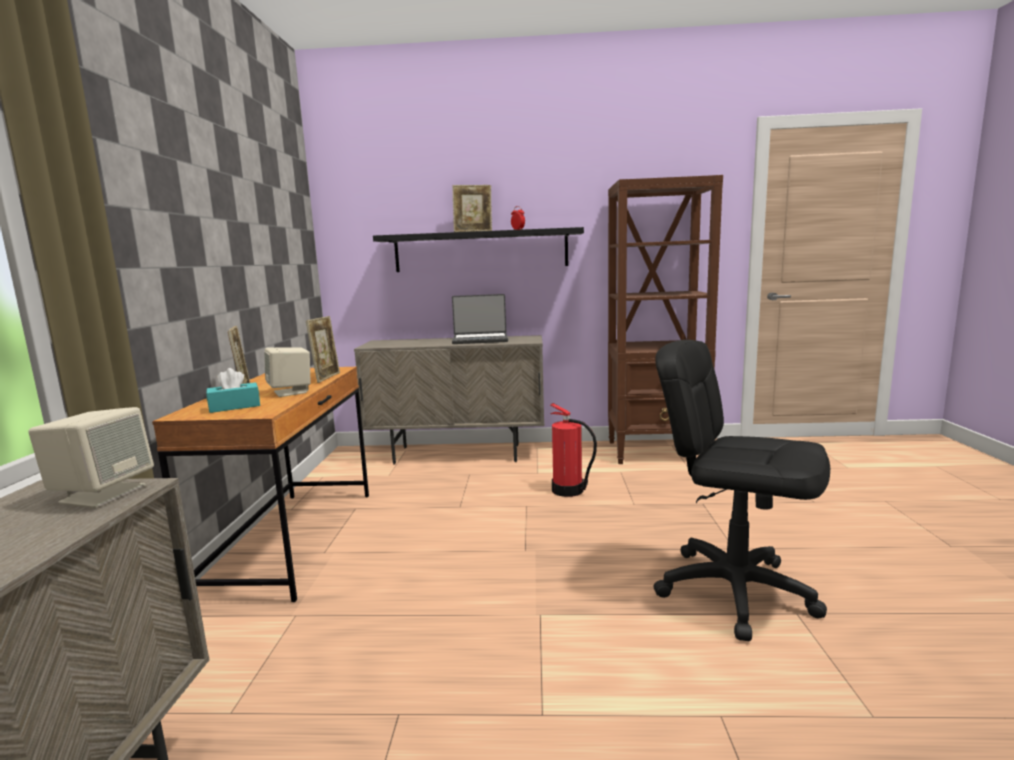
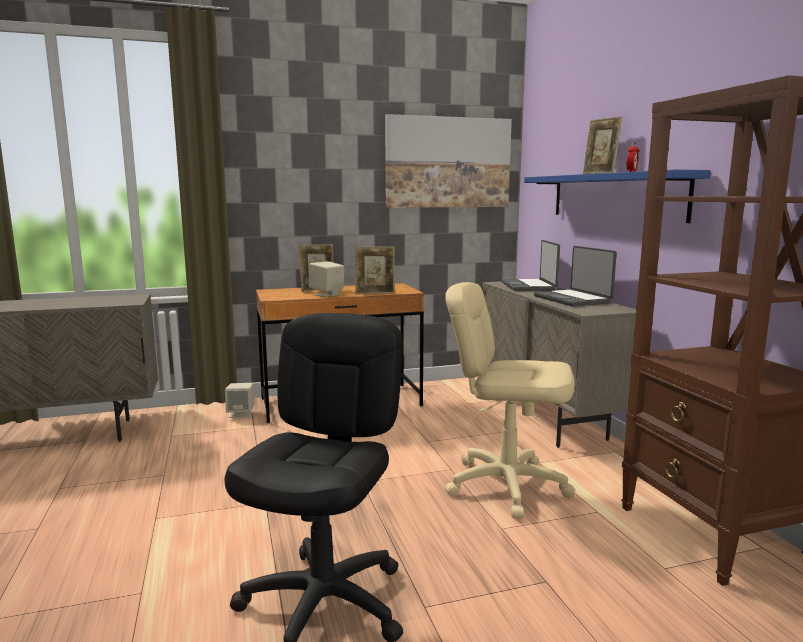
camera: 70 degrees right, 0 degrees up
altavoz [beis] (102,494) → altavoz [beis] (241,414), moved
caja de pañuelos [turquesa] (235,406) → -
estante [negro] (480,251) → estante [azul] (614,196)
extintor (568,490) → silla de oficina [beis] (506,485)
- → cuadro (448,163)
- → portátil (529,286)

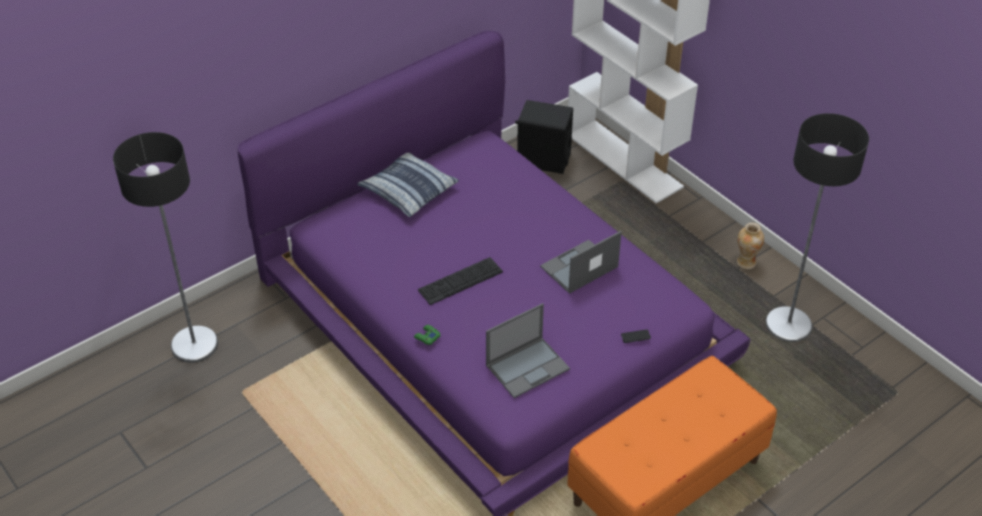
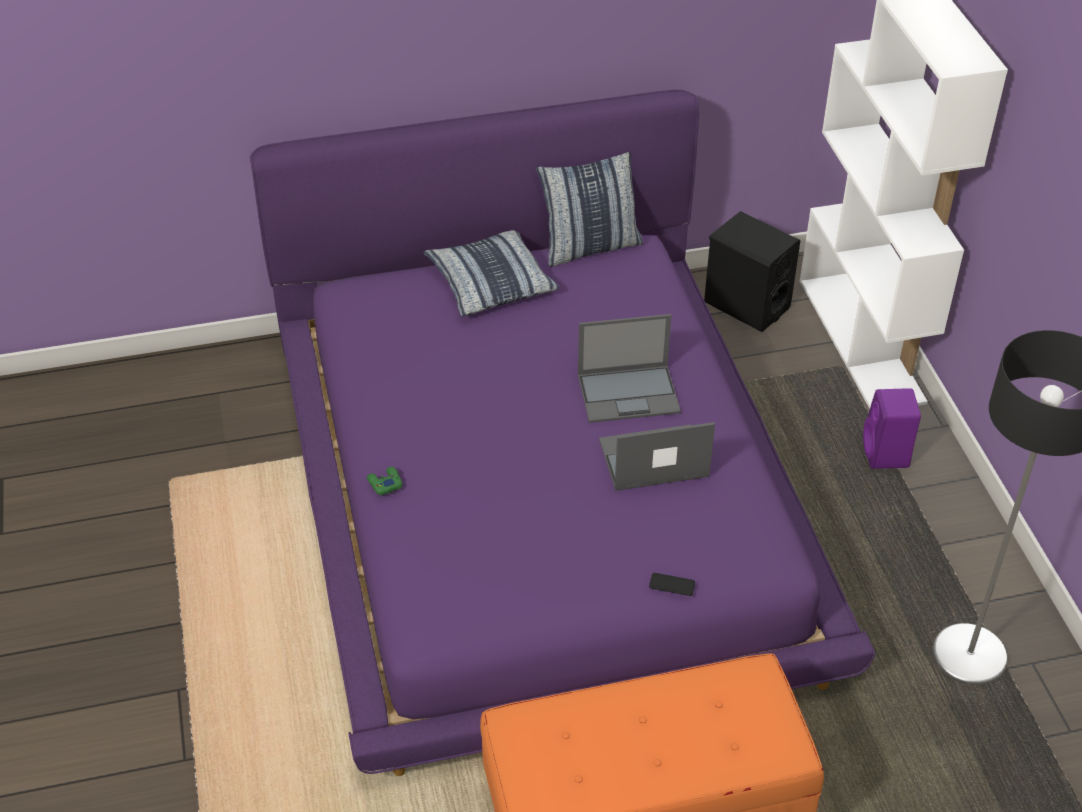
camera: 25 degrees right, 0 degrees up
lámpara de pie (194,344) → -
teclado (460,281) → -
portátil (528,367) → portátil (629,393), moved
florero (746,262) → -
- → cojín (590,247)
- → altavoz [morado] (886,455)

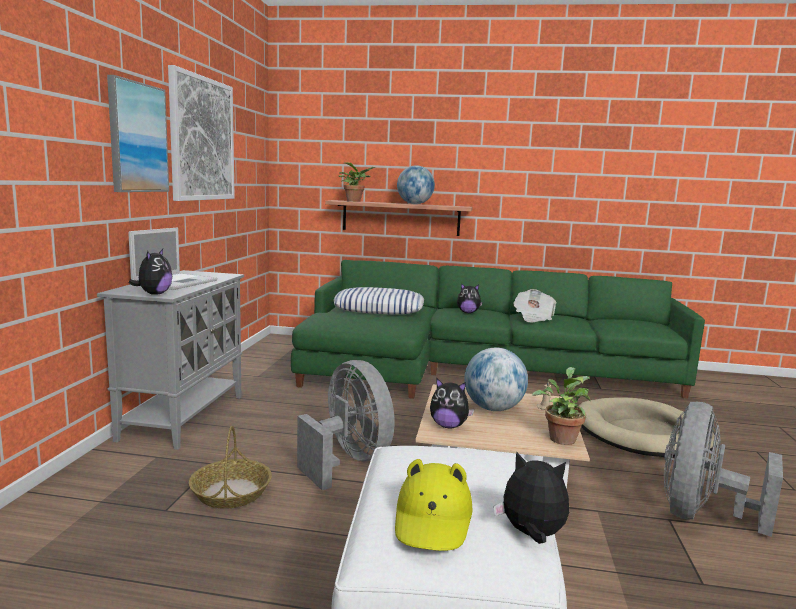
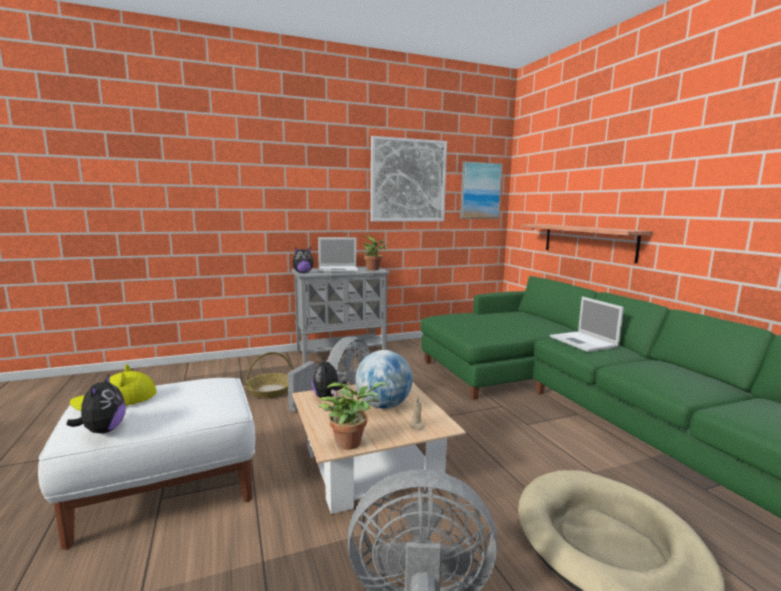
camera: 60 degrees right, 0 degrees up
cuadro (137,138) → cuadro (480,191), moved
cojín (379,309) → -
planta en maceta (355,201) → planta en maceta (374,269), moved
globo terráqueo (414,204) → -
peluche (468,312) → portátil (584,342)
periódico (533,318) → -

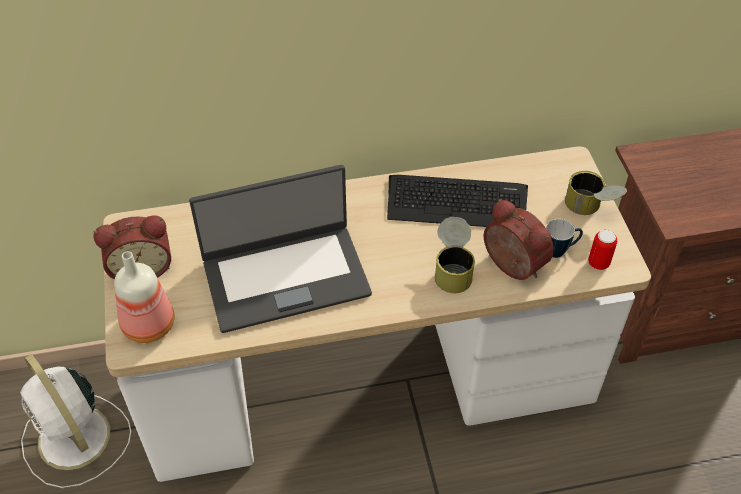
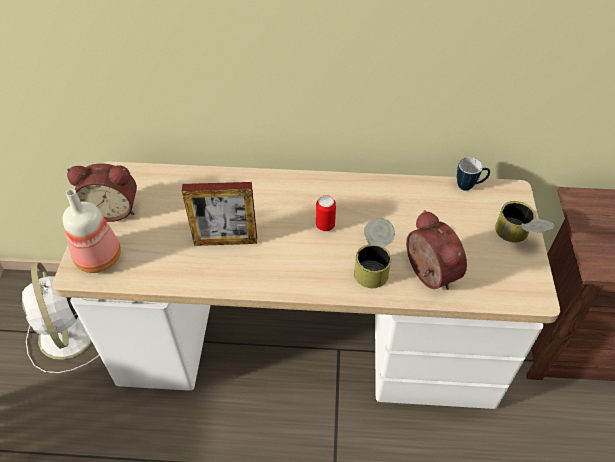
camera: 15 degrees right, 0 degrees up
portátil (285,276) → portarretratos (225,241)
teclado (456,202) → -
taza grande (560,251) → taza grande (469,186), moved
lata (598,263) → lata (325,225), moved

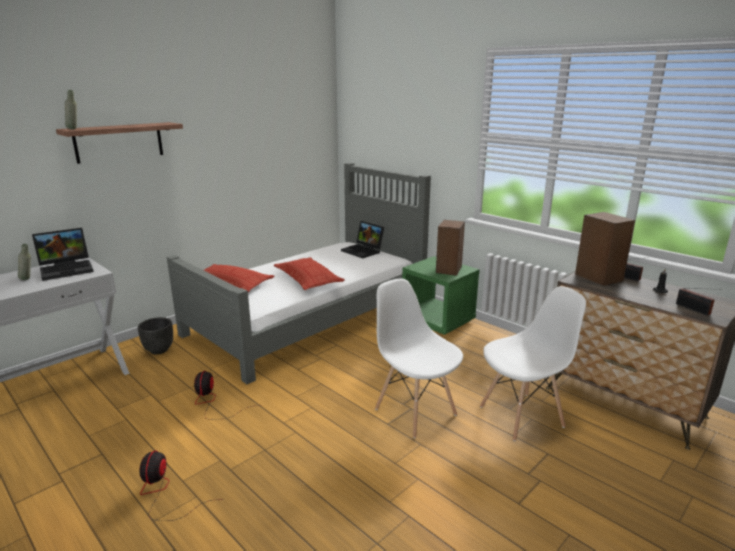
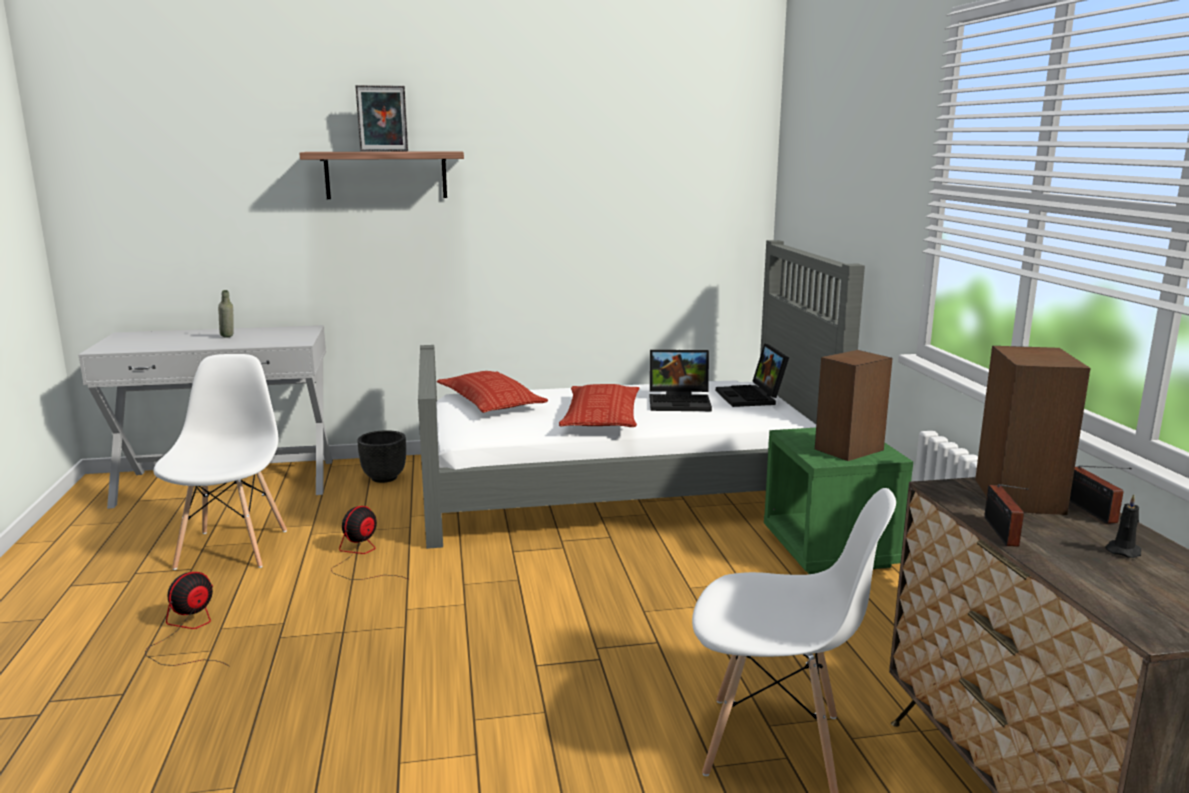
camera: 35 degrees right, 5 degrees down
portátil (68,269) → portátil (681,402), moved
botella [gris] (74,129) → -
silla [blanco] (415,411) → silla [blanco] (232,548), moved
radio (694,309) → radio (1001,533), moved
- → portarretratos (384,151)

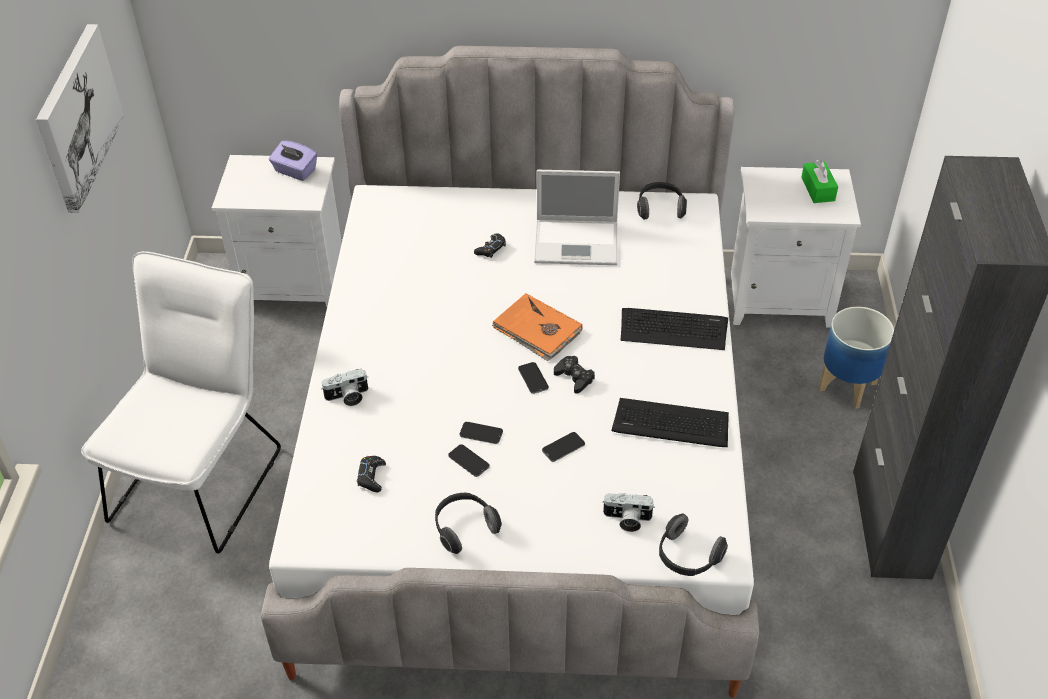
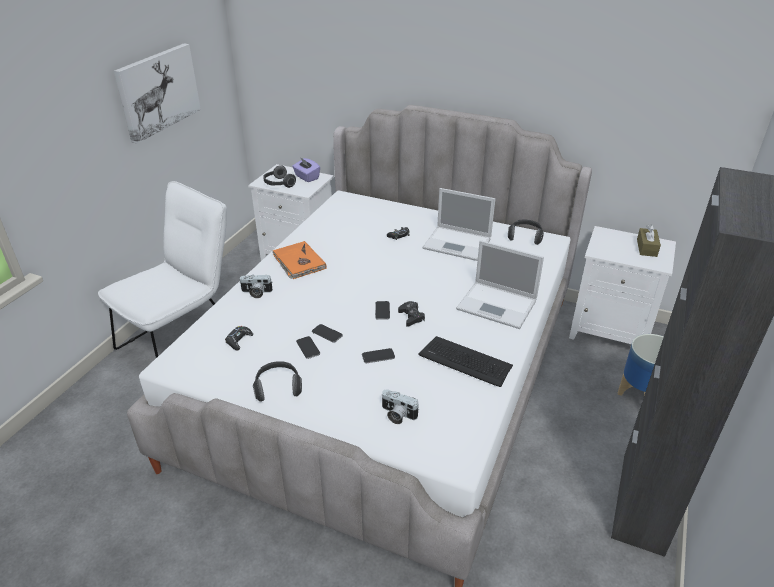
camera: 20 degrees right, 10 degrees down
libro [naranja] (537,330) → libro [naranja] (298,262), moved
teclado (673,329) → portátil (498,305)
auriculares (687,557) → auriculares (278,184), moved
caja de pañuelos [verde] (818,189) → caja de pañuelos [marrón] (646,248)

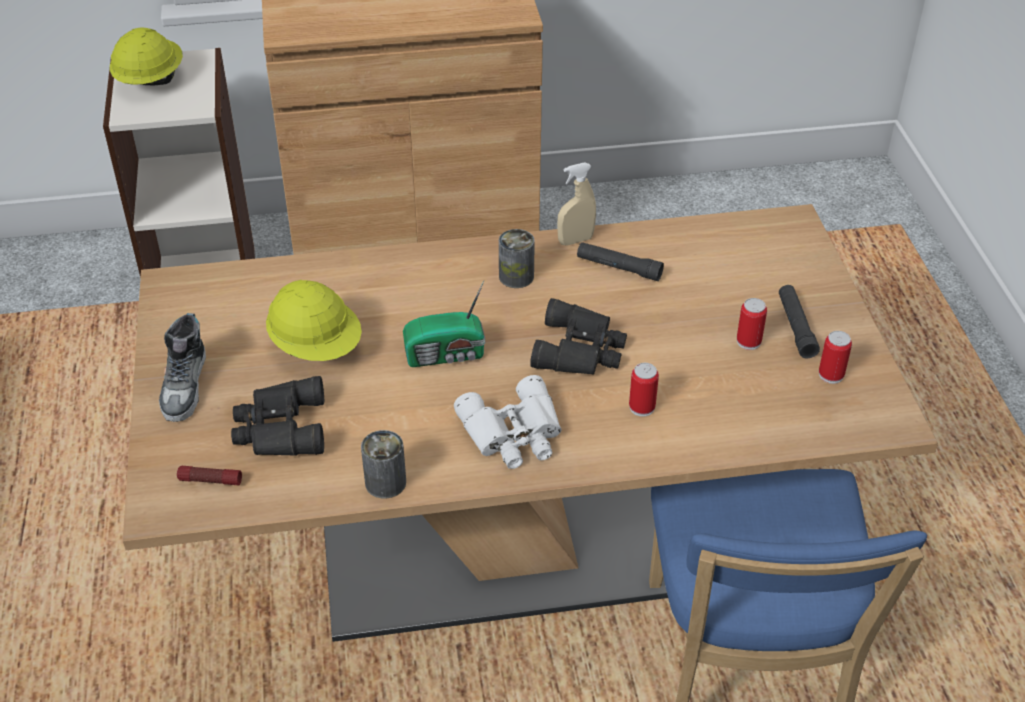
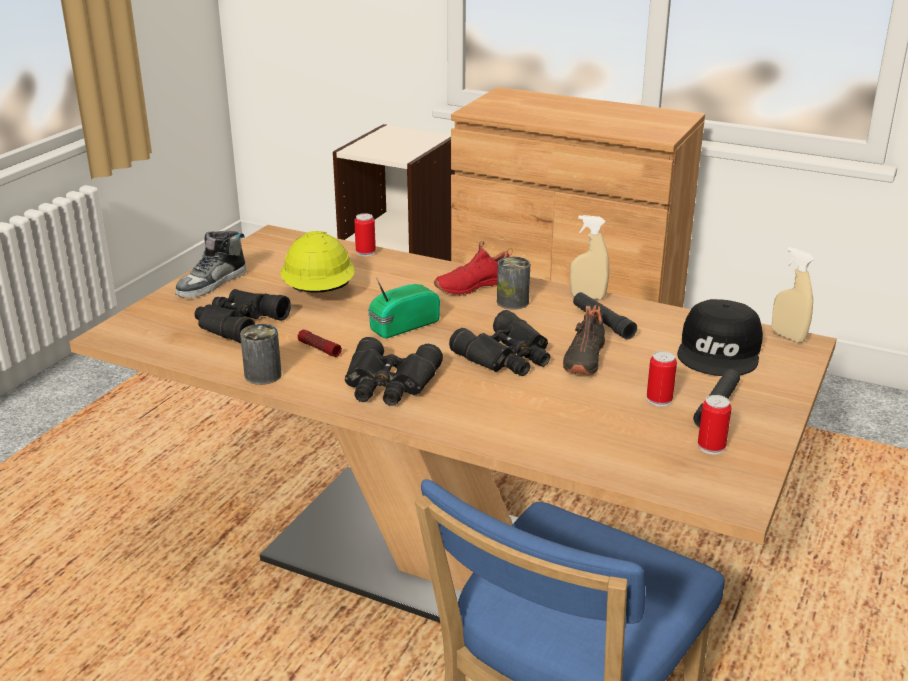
camera: 35 degrees right, 15 degrees down
casco [amarillo] (150,80) → -
linterna (210,481) → linterna (319,349), moved
radio (447,355) → radio (402,326), 120 degrees clockwise
prismáticos [blanco] (514,434) → prismáticos [negro] (389,384)
lata (642,407) → lata (365,252), moved
- → zapato [rojo] (472,286)
- → zapato [negro] (583,358)
- → gorra [negro] (720,351)
- → pulverizador [beis] (788,337)

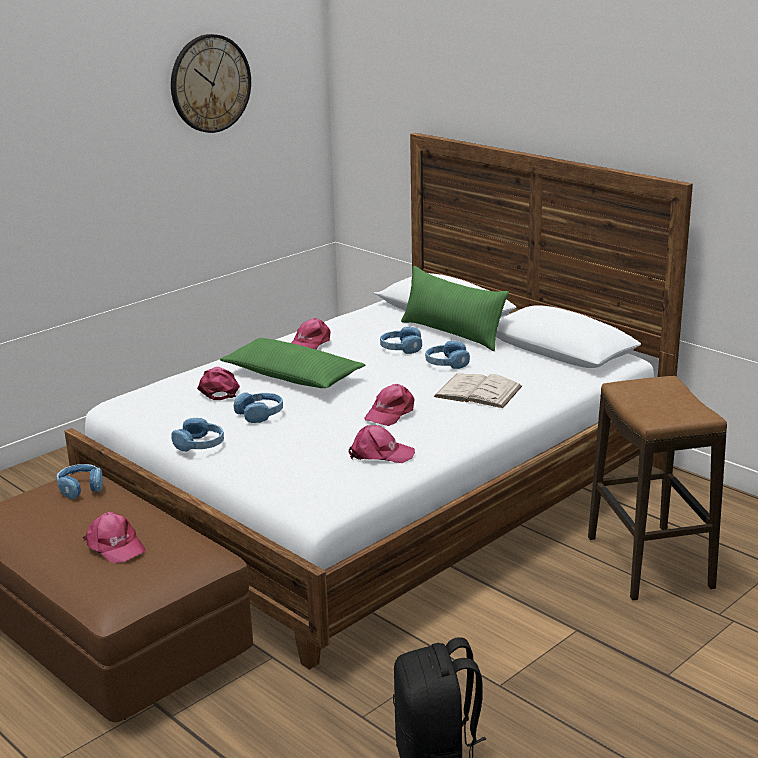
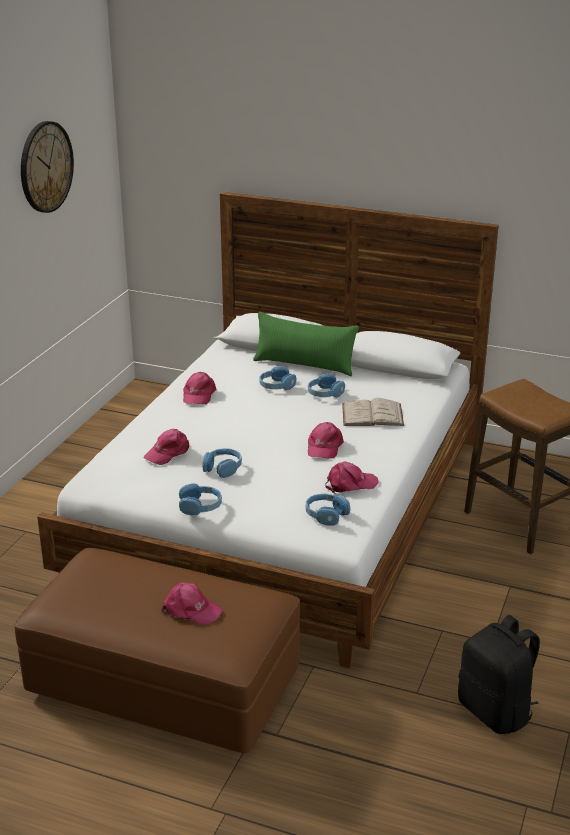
camera: 25 degrees left, 5 degrees up
auriculares [azul] (80,488) → auriculares [azul] (326,515), moved
gorra [rosa] (219,389) → gorra [rosa] (168,452), 105 degrees counterclockwise
cojín [verde] (292,376) → -

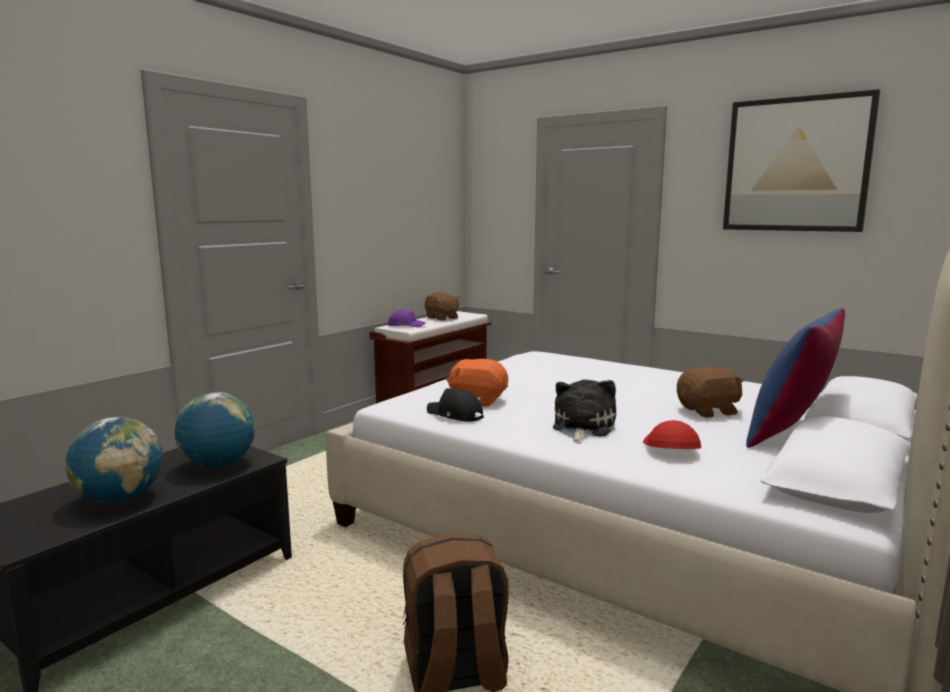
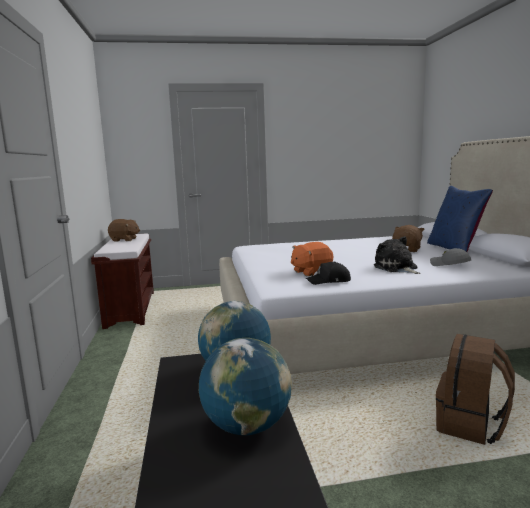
camera: 45 degrees left, 0 degrees up
gorra [morado] (406,325) → -
gorra [rojo] (669,448) → gorra [gris] (449,265)
cuadro (796,165) → -

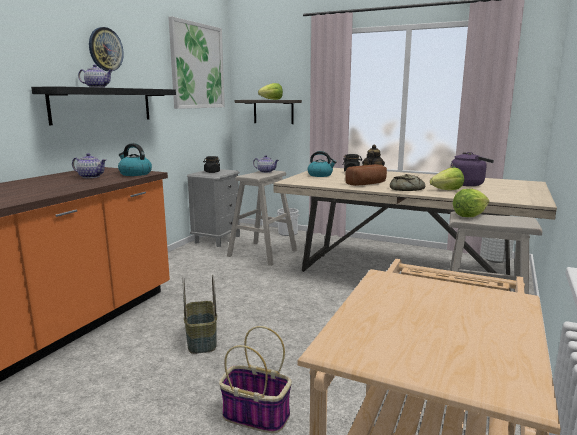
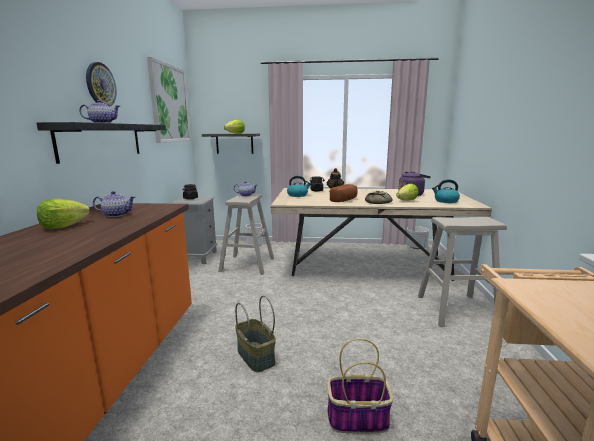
camera: 20 degrees left, 0 degrees up
hervidor (135,174) → hervidor (445,201), moved
lechuga (469,215) → lechuga (63,226), moved

